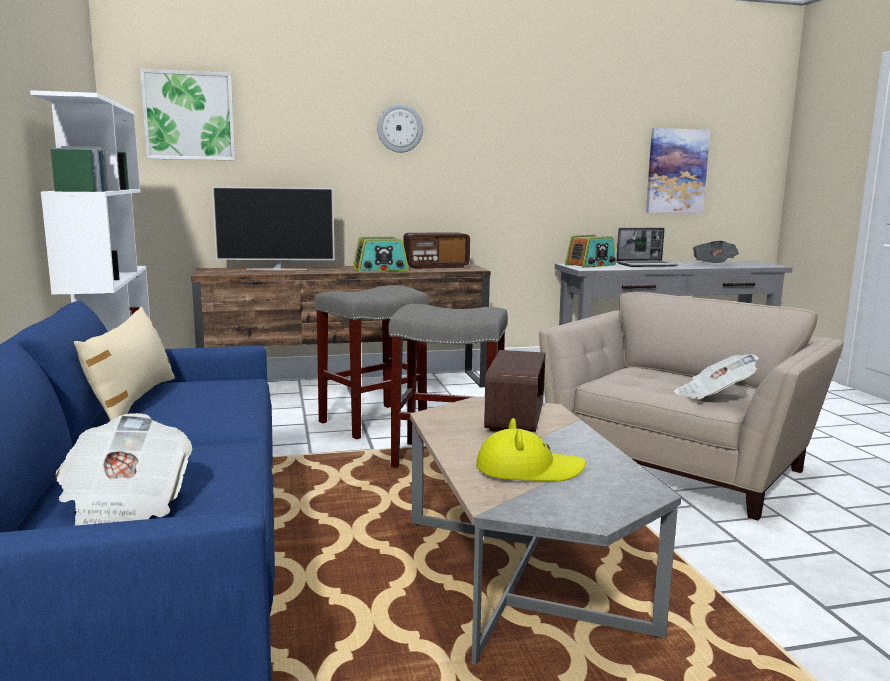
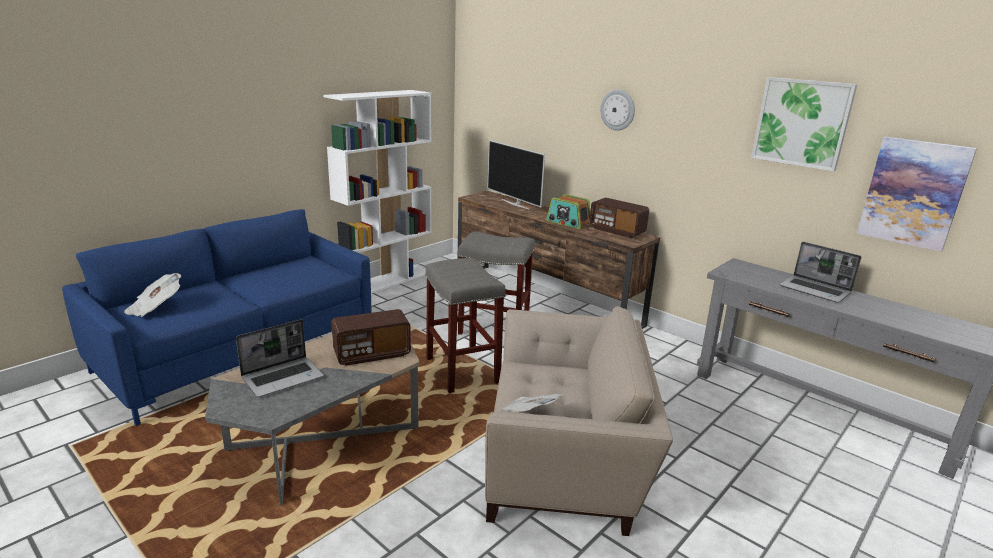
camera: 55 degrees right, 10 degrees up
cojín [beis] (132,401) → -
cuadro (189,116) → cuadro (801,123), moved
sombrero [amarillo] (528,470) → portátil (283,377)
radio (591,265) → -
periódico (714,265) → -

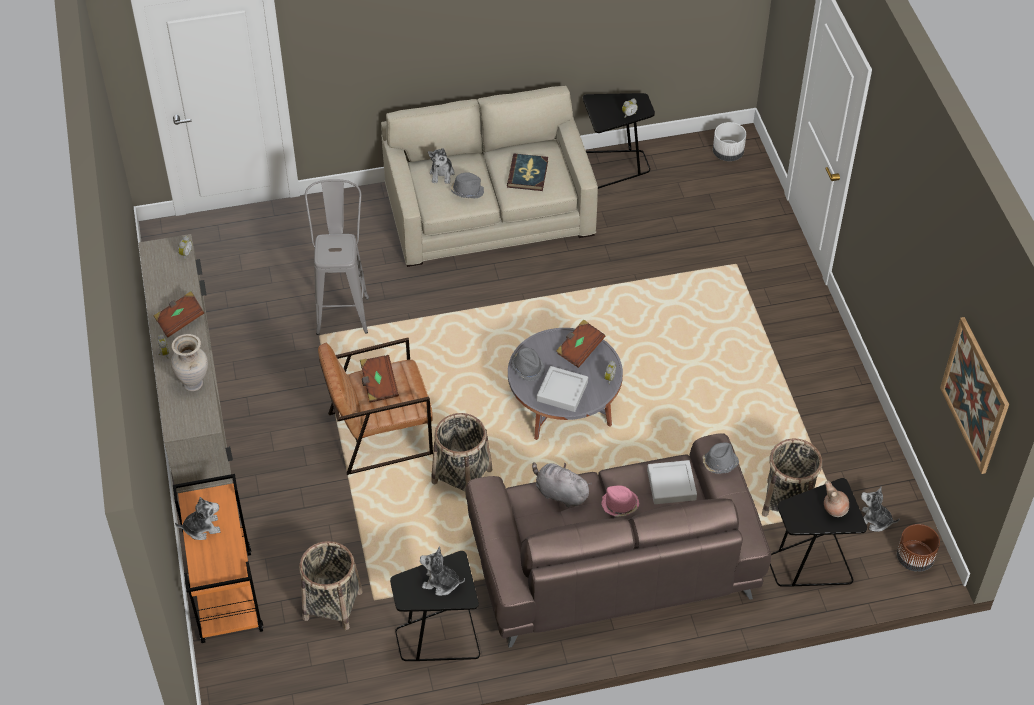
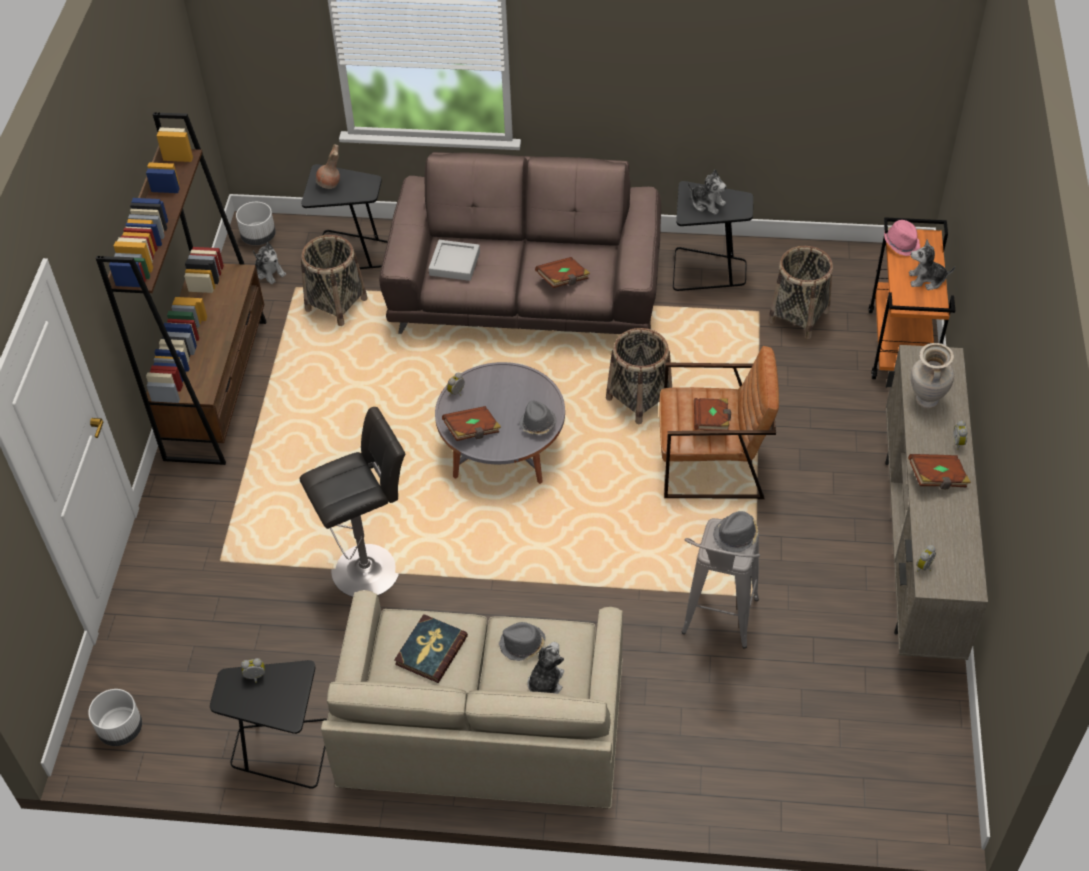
camera: 160 degrees left, 0 degrees up
peluche [gris] (560,493) → libro [marrón] (563,280)
bandeja [gris] (562,392) → -
sombrero [rosa] (619,505) → sombrero [rosa] (901,243), moved
sombrero [gris] (719,463) → sombrero [gris] (736,536), moved
maceta [marrón] (914,559) → maceta [blanco] (259,237)
cuadro (975,395) → -
- → estantería [marrón] (217,388)
- → taburete [negro] (370,566)

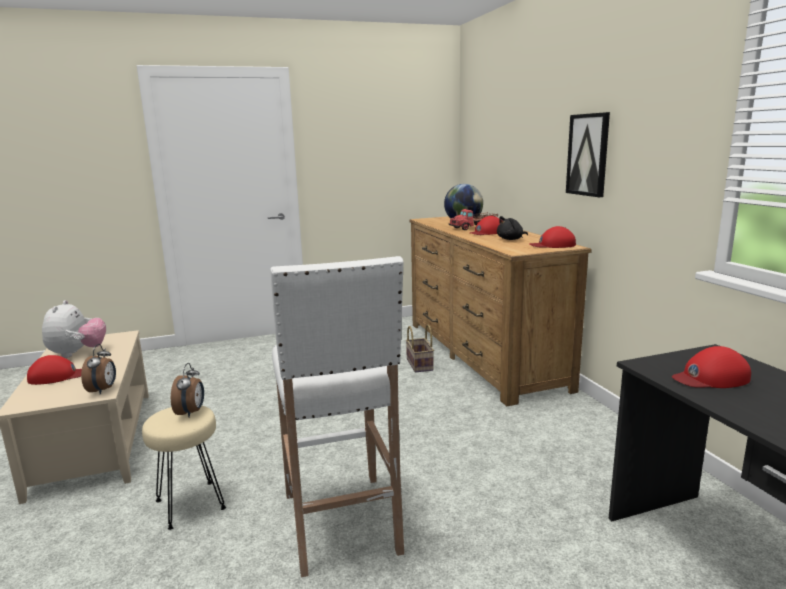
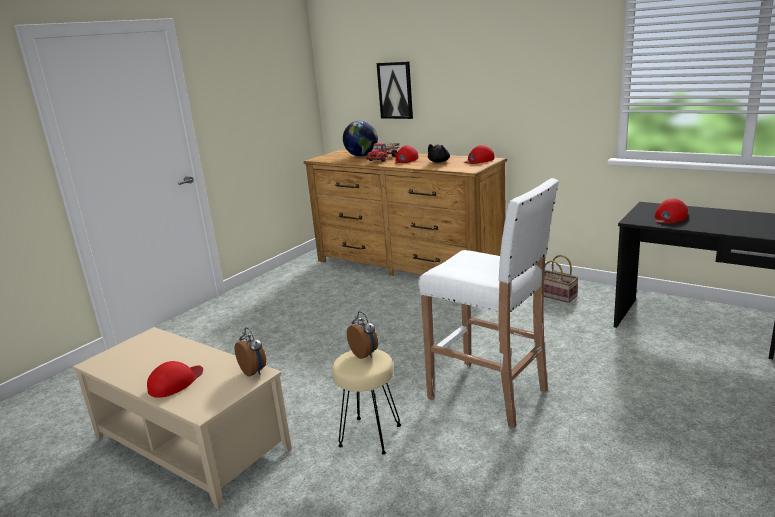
camera: 35 degrees left, 5 degrees up
peluche (77,353) → -
cesta (420,365) → cesta (558,295), moved
cuadro (588,155) → cuadro (395,90), moved

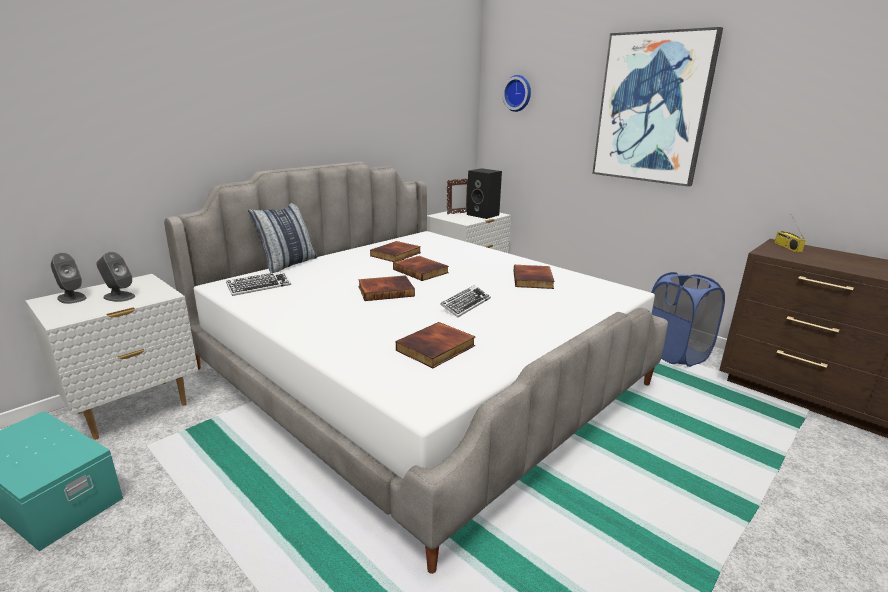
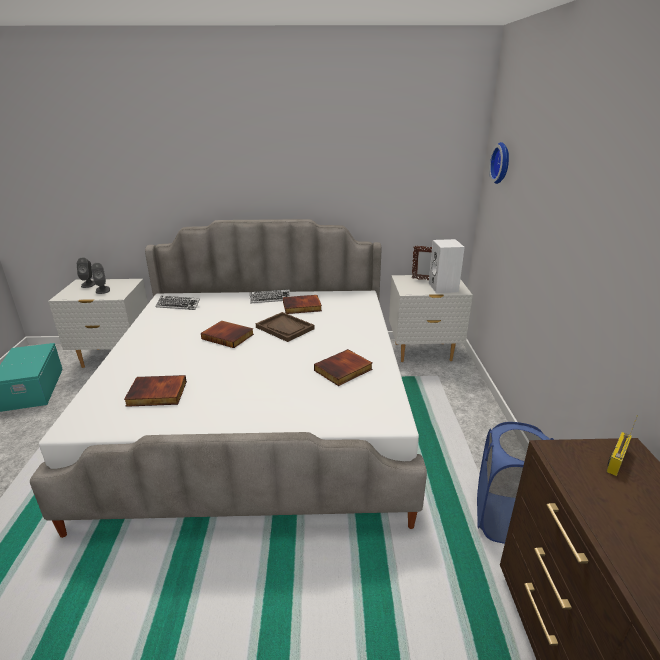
camera: 45 degrees right, 5 degrees up
cojín (288,264) → -
libro (421,271) → bandeja [marrón] (285,328)
teclado (465,304) → teclado (270,299), moved
altavoz [negro] (483,215) → altavoz [blanco] (444,288)
cuadro (652,108) → -

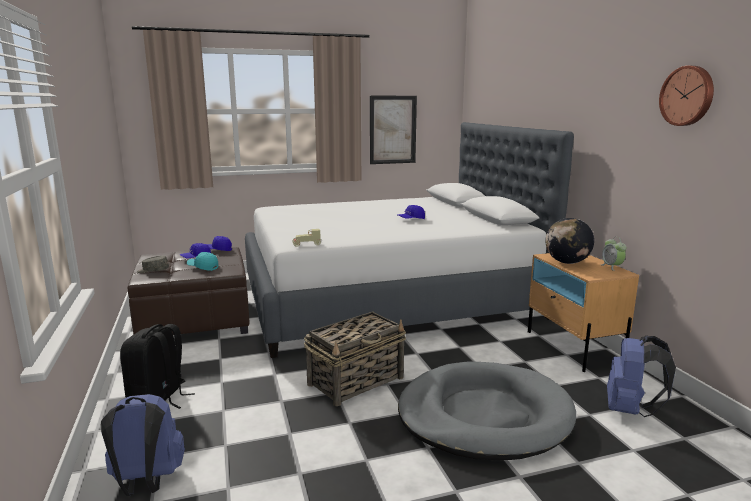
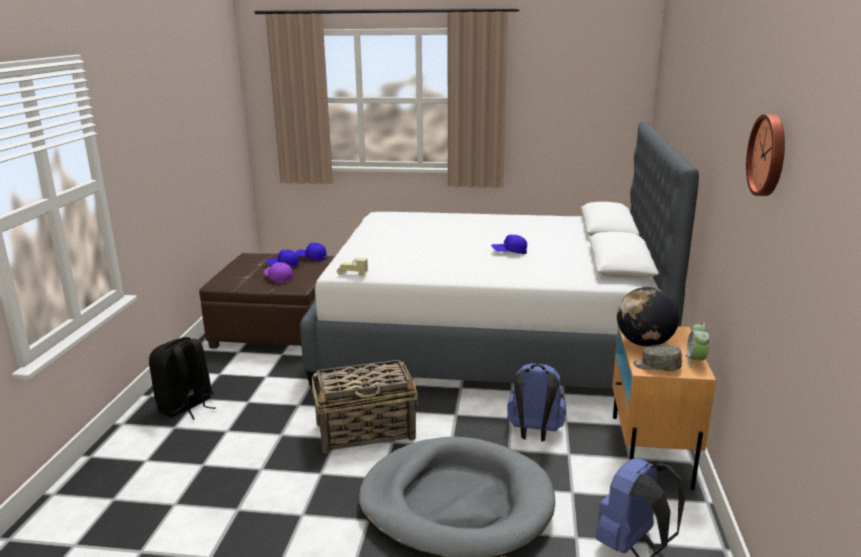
camera: 25 degrees right, 5 degrees up
mochila [azul] (146,482) → mochila [azul] (534,433), moved
gorra [gris] (153,271) → gorra [gris] (656,366), moved
gorra [turquesa] (203,267) → gorra [morado] (278,278)
cuadro (393,130) → -

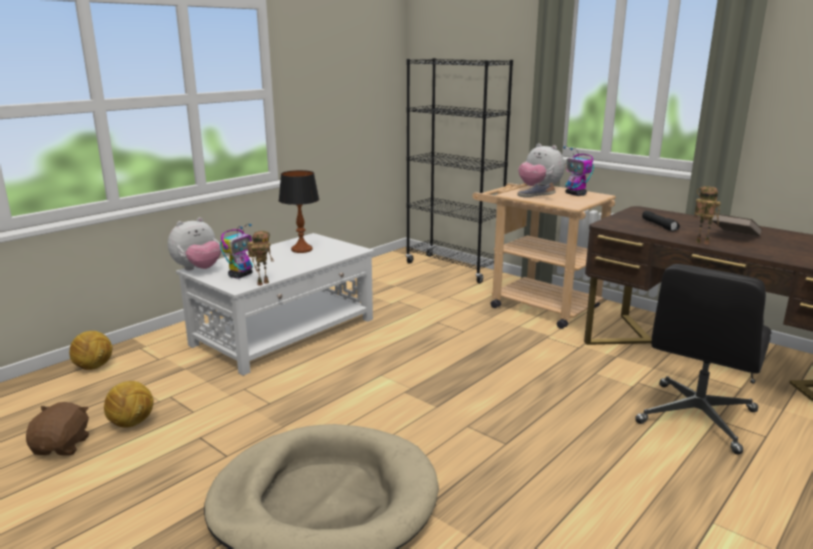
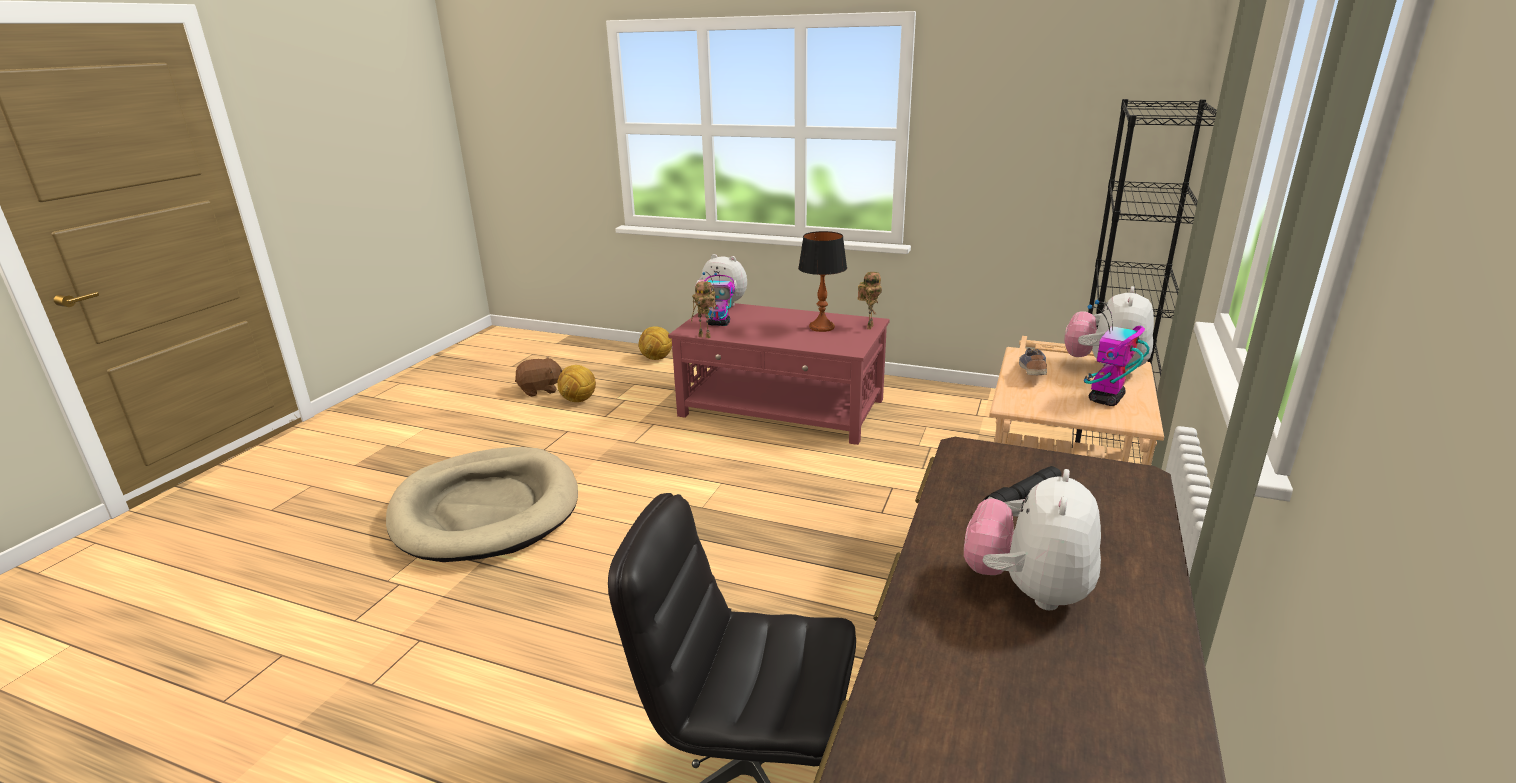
camera: 70 degrees right, 5 degrees up
mesa de centro [blanco] (285,331) → mesa de centro [rojo] (782,408)
robot de juguete (701,243) → robot de juguete (868,326), moved
libro [marrón] (734,237) → peluche (1027,590)

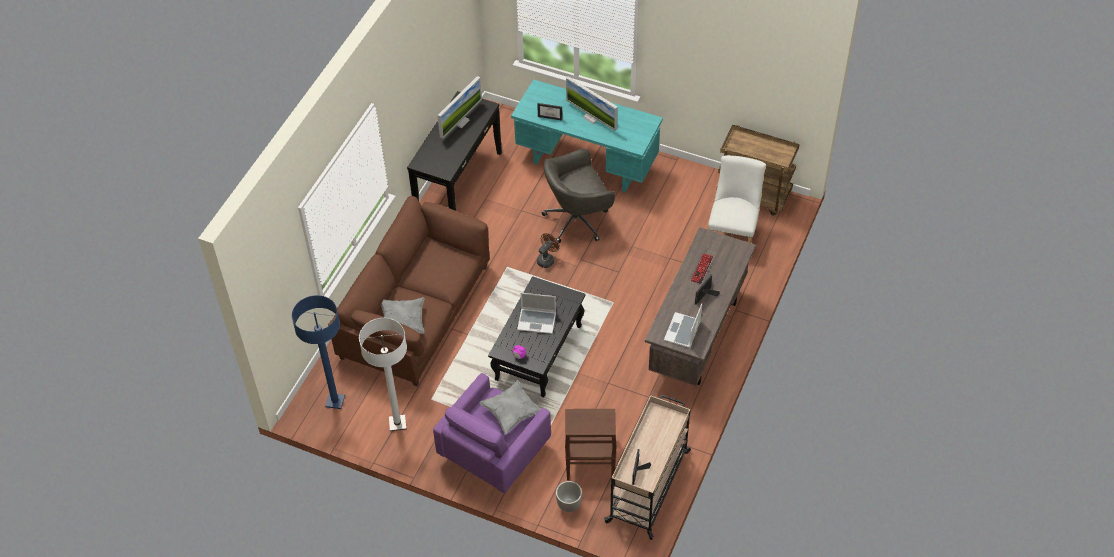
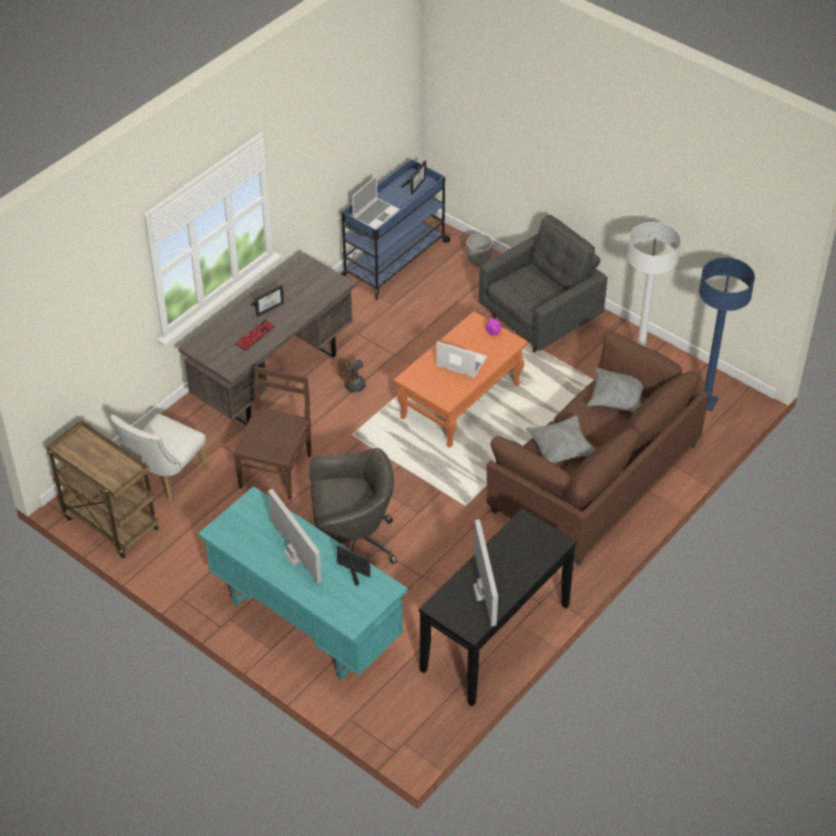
camera: 165 degrees left, 5 degrees down
sillón [morado] (493,452) → sillón [gris] (541,319)
monitor (460,122) → monitor (483,592), 120 degrees clockwise
cojín [gris] (511,413) → cojín [gris] (561,450), moved
mesa de centro [negro] (539,352) → mesa de centro [naranja] (460,401)
ventilador [marrón] (547,259) → ventilador [marrón] (352,387), moved
silla [marrón] (590,459) → silla [marrón] (276,469), moved
carrito [beis] (649,485) → carrito [azul] (393,261)
portátil (683,331) → portátil (376,215), moved

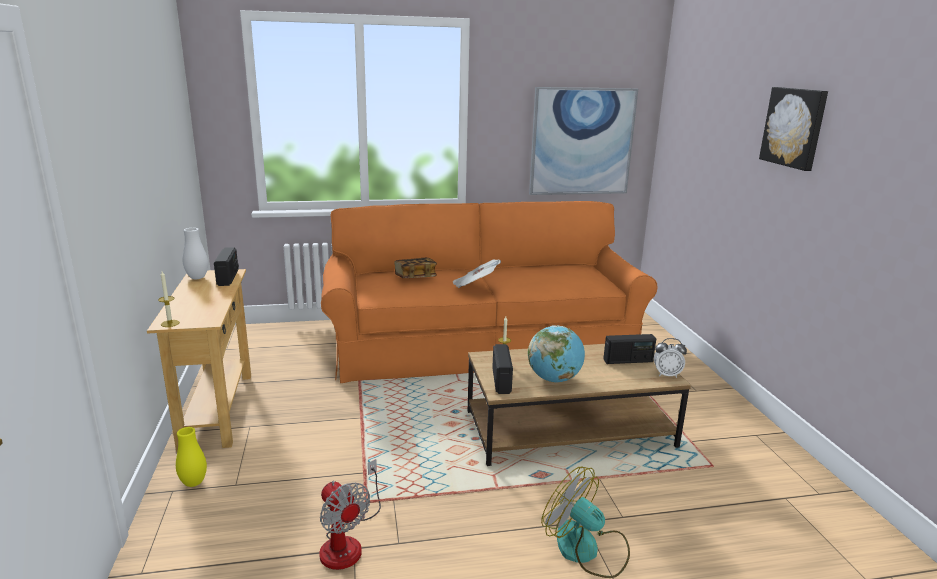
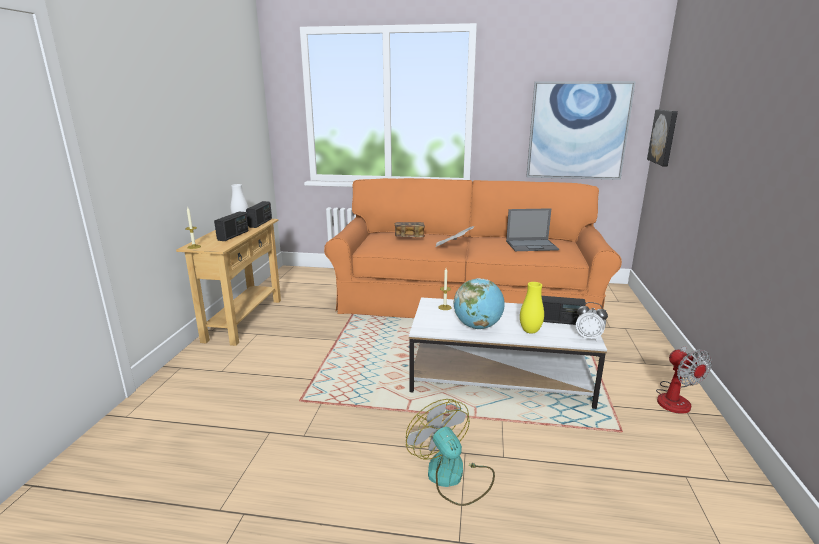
camera: 20 degrees right, 0 degrees up
florero [amarillo] (194,483) → florero [amarillo] (530,331), moved
ventilador (347,542) → ventilador (675,398), moved
mesa de centro [marrón] (568,429) → mesa de centro [blanco] (499,375)
radio (502,380) → radio (233,235), moved
cuadro (794,127) → cuadro (664,137), moved
- → portátil (532,245)

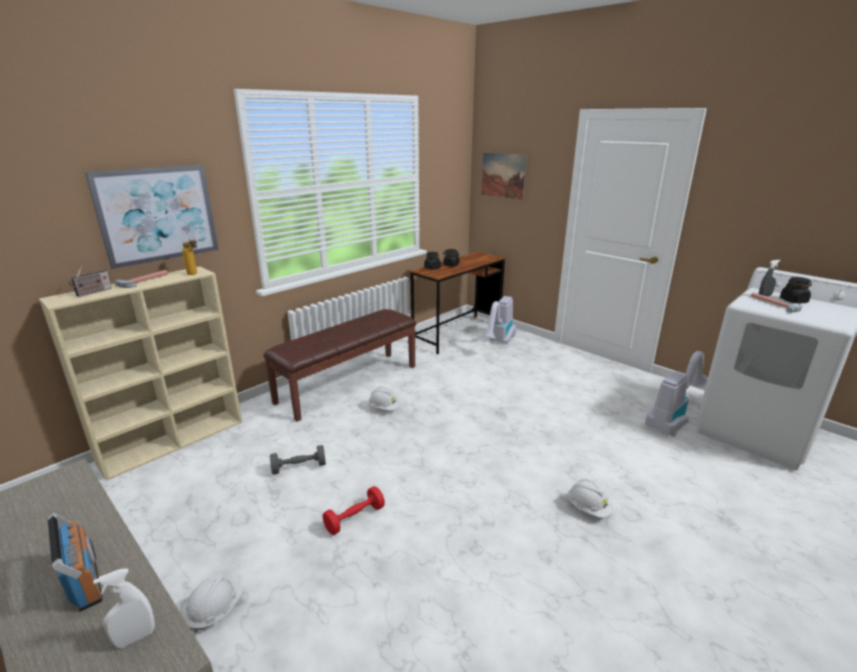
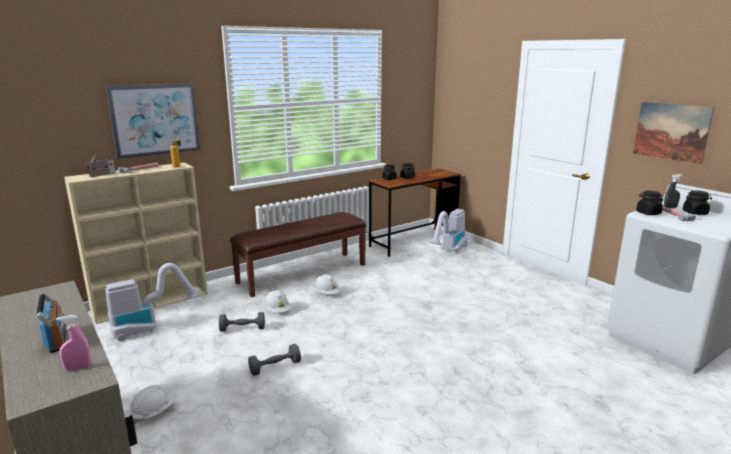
camera: 10 degrees right, 5 degrees down
pulverizador [blanco] (135,638) → pulverizador [rosa] (78,368)
mancuerna [rojo] (355,518) → mancuerna [gris] (275,367)
cuadro (503,175) → cuadro (671,131), moved
casco [blanco] (588,508) → casco [blanco] (277,310), moved
aspiradora (673,418) → aspiradora (150,326), moved
- → tarro [negro] (648,213)

